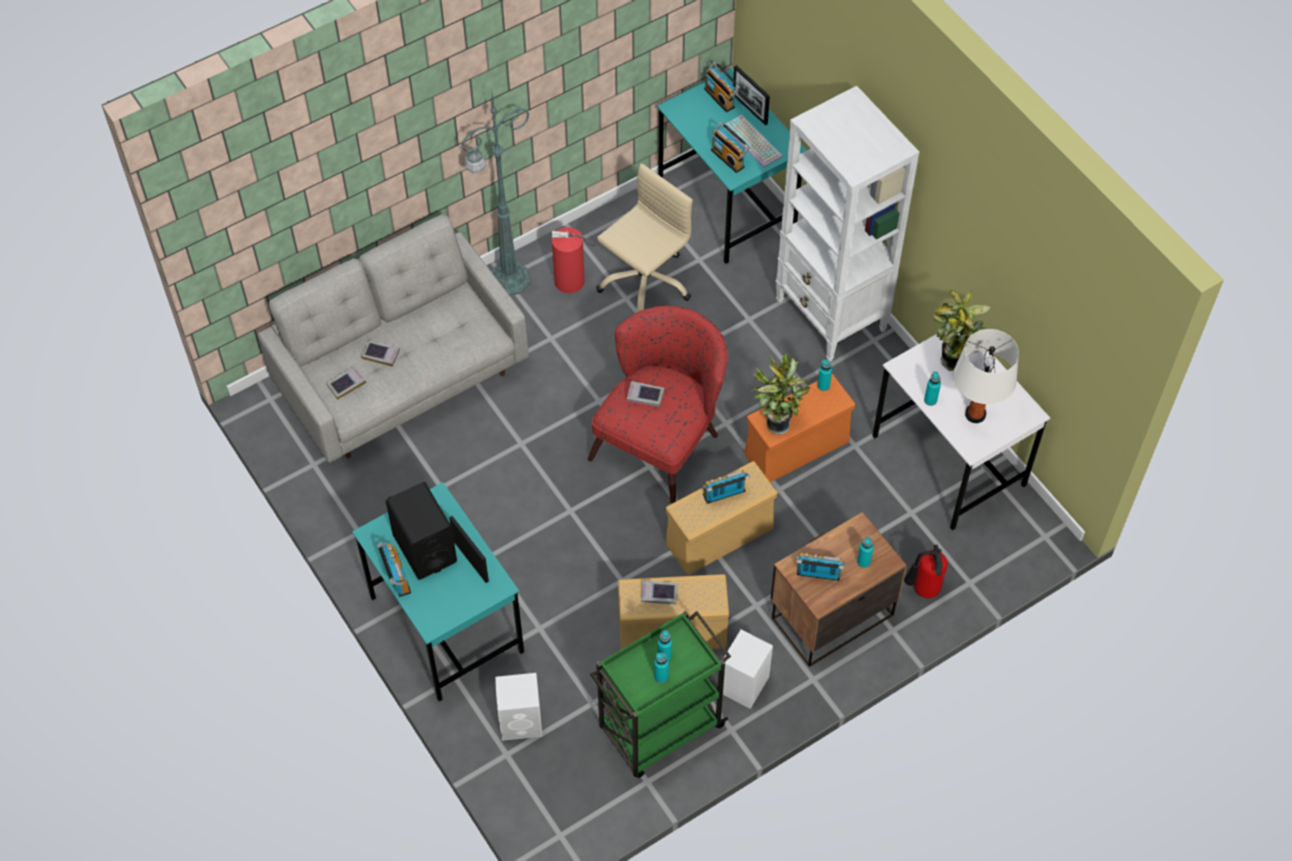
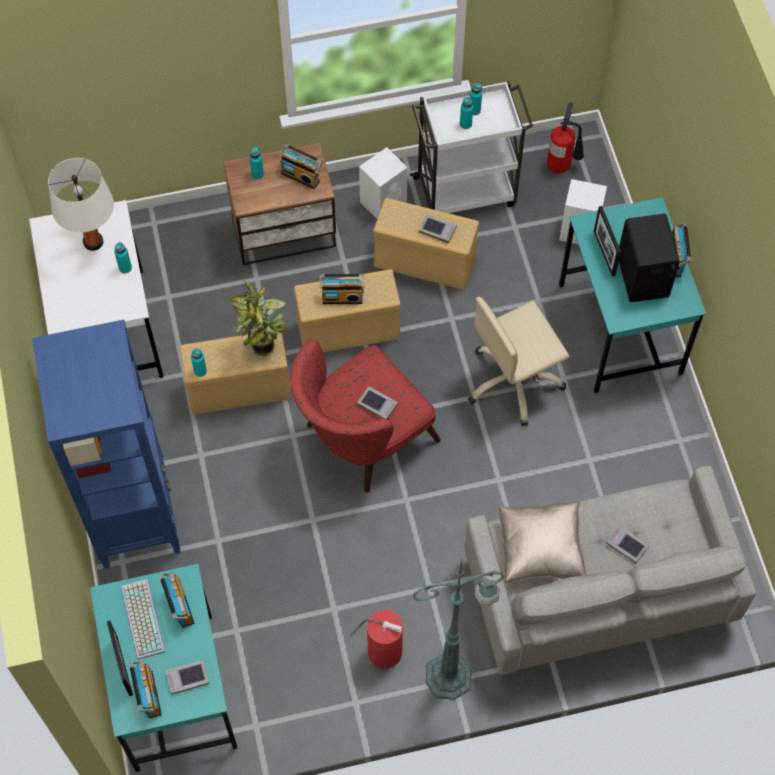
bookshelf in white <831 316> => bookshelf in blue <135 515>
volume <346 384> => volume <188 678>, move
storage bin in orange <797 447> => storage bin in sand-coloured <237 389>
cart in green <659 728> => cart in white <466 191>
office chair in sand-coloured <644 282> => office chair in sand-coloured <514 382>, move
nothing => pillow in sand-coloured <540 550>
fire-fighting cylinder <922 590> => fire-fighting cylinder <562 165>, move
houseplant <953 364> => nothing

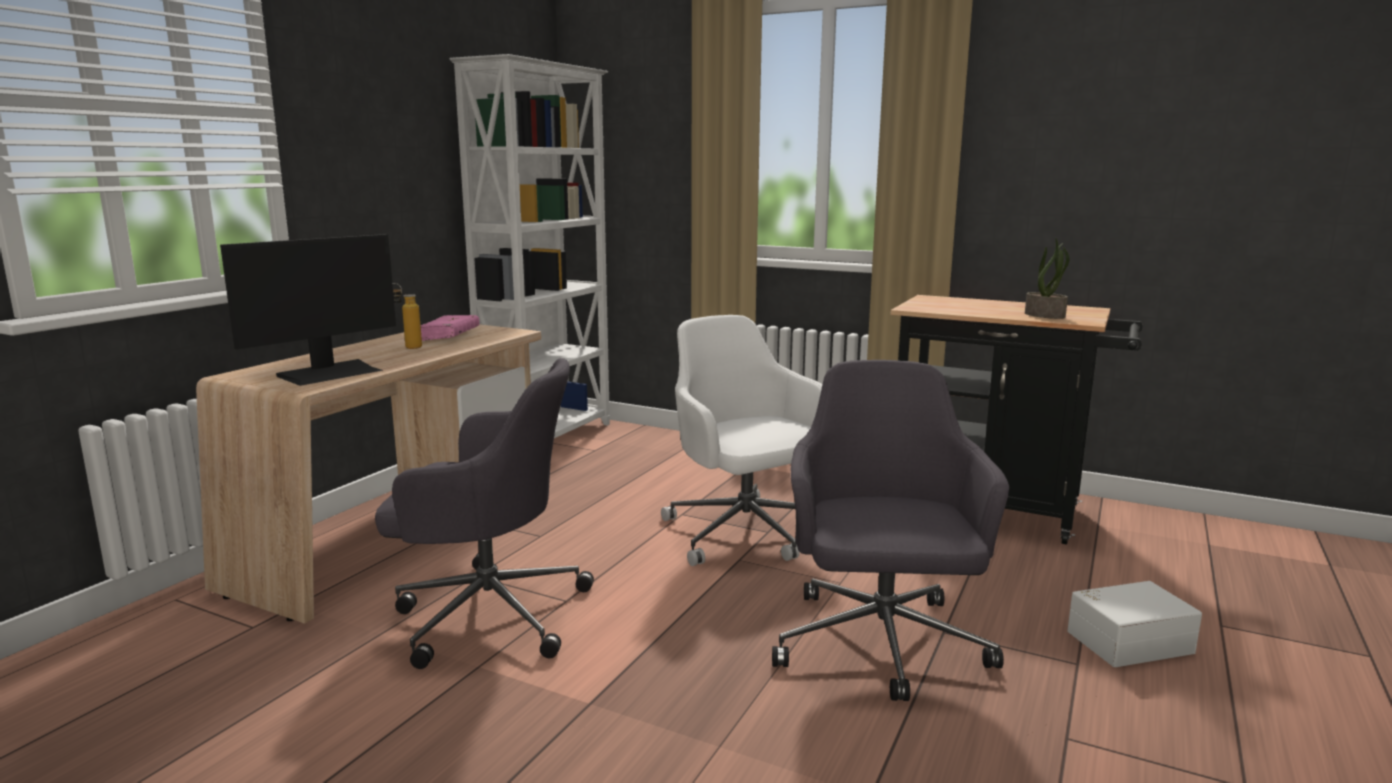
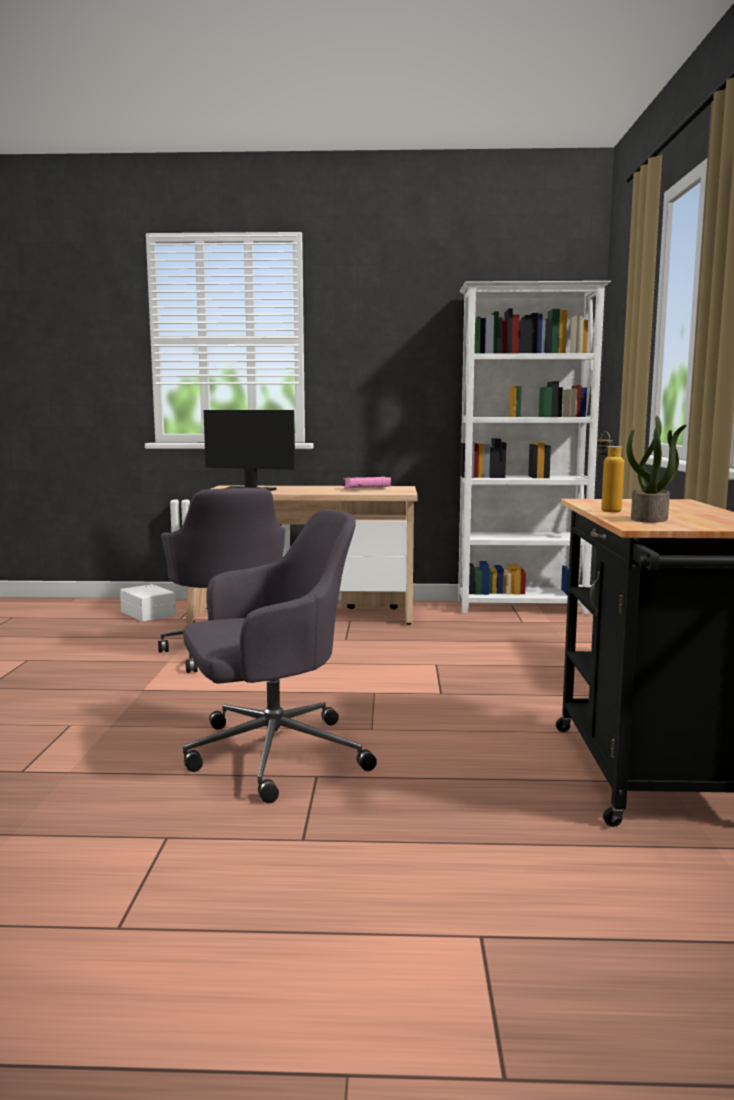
storage bin in white <1127 640> => storage bin in white <149 613>, move
beverage bottle <407 347> => beverage bottle <606 510>, move
office chair in white <746 533> => nothing

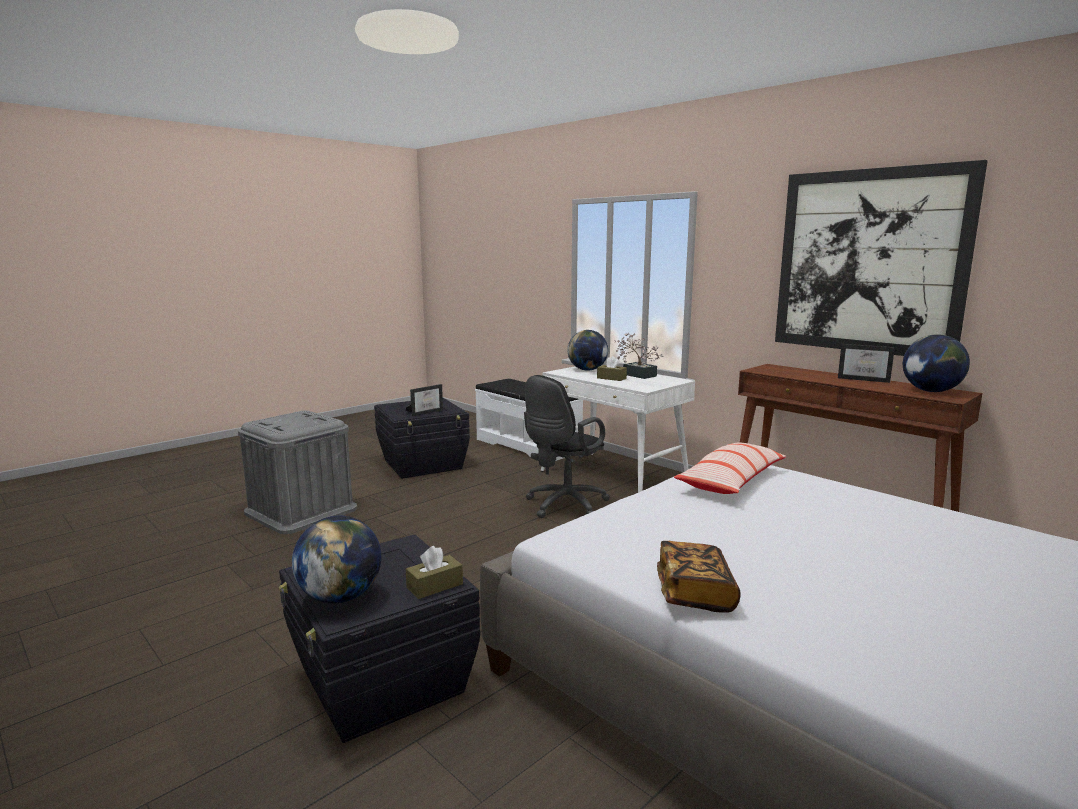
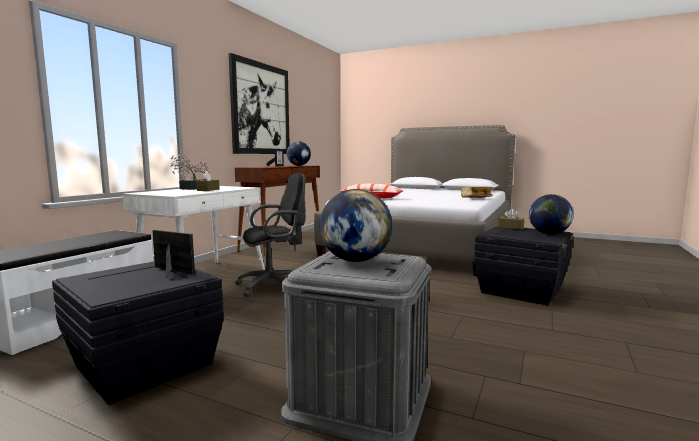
office chair in black-coloured <563 505> => office chair in black-coloured <274 285>, 45 degrees counterclockwise
desk globe <587 370> => desk globe <355 260>, move

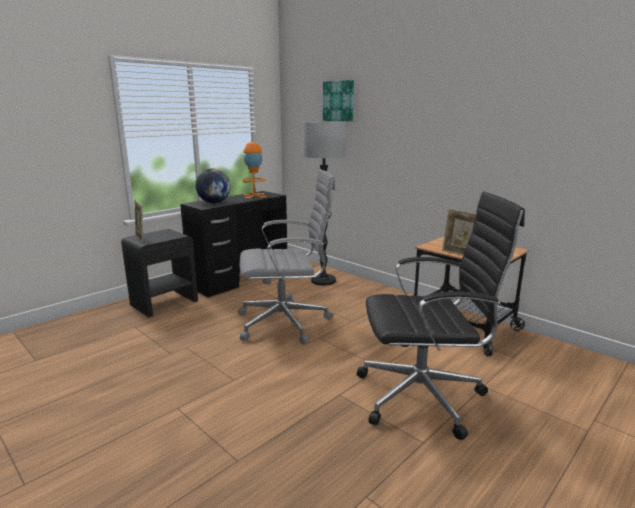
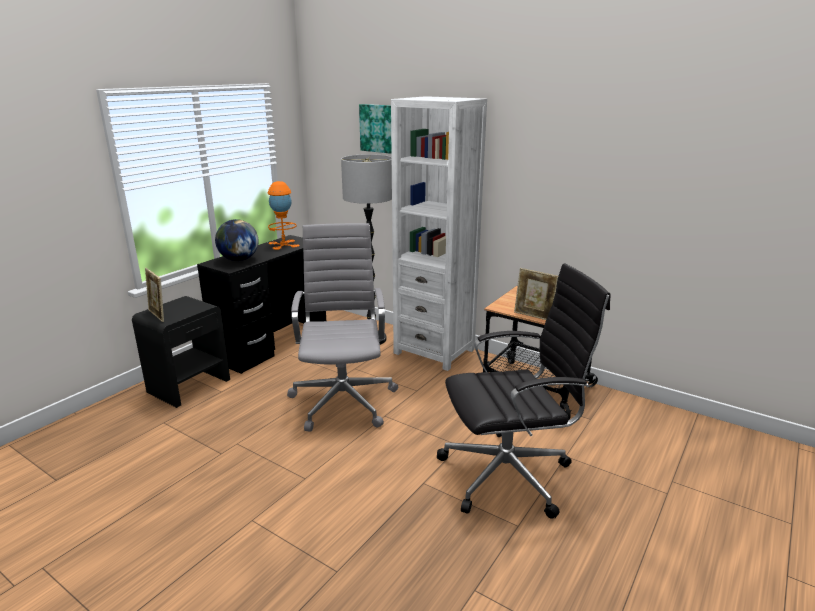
office chair in greyish <286 322> => office chair in greyish <344 399>, 75 degrees counterclockwise
nothing => bookshelf in white <434 351>

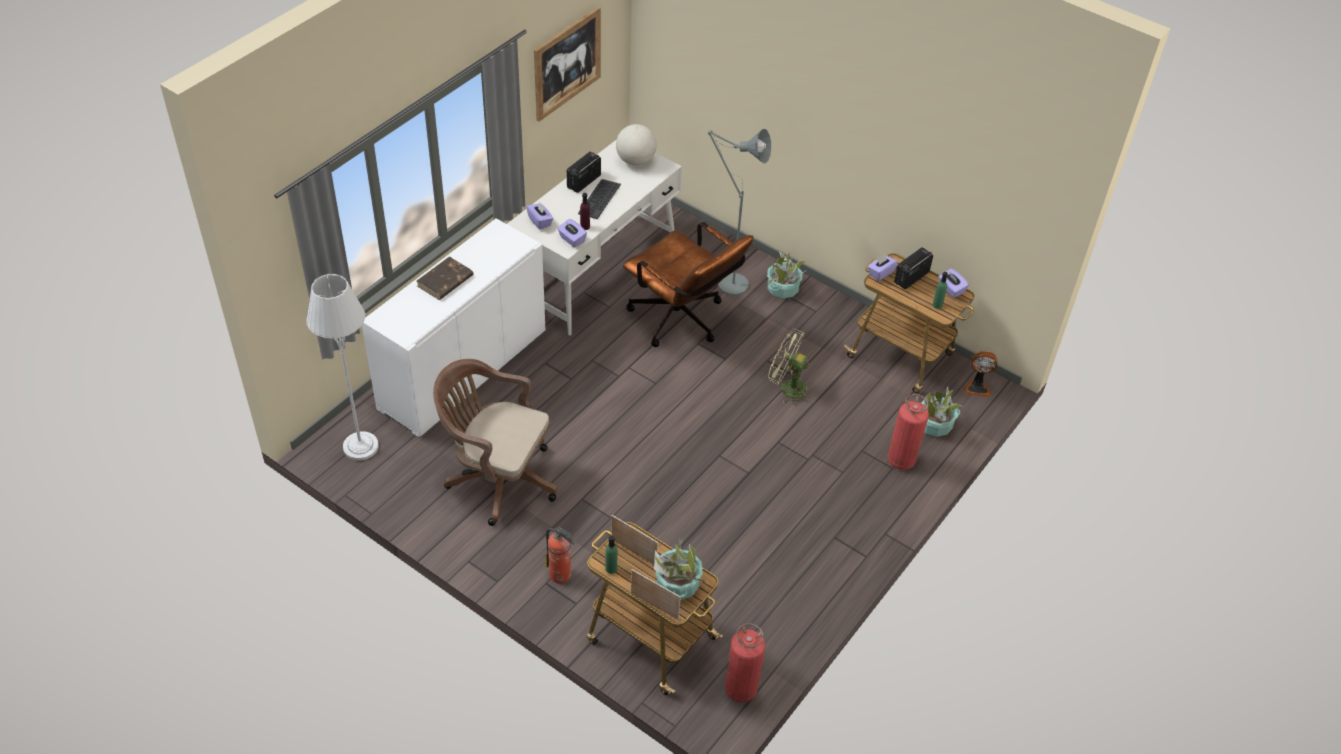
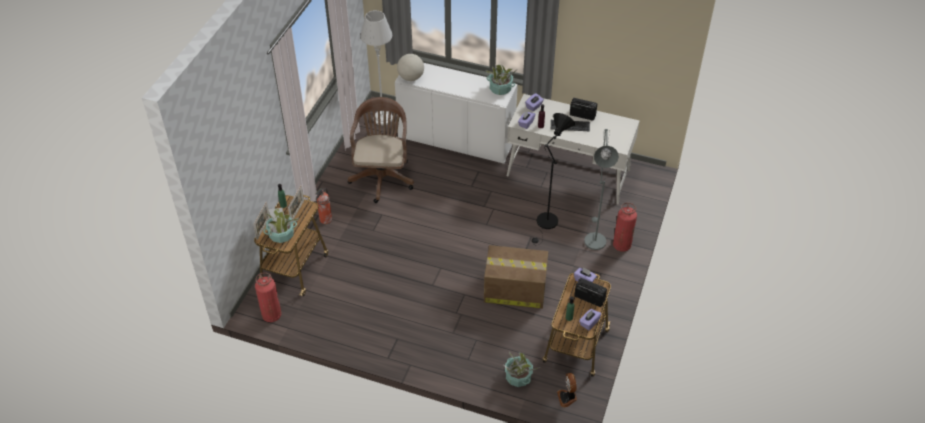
desk globe <635 161> => desk globe <411 77>, move
fan in green <787 388> => carton <514 289>
houseplant <783 289> => houseplant <500 89>, move
office chair in brownish <682 322> => standard lamp in black-coloured <546 224>
fire-fighting cylinder <901 460> => fire-fighting cylinder <621 245>, move
volume in brownish <445 281> => nothing
picture <567 63> => nothing

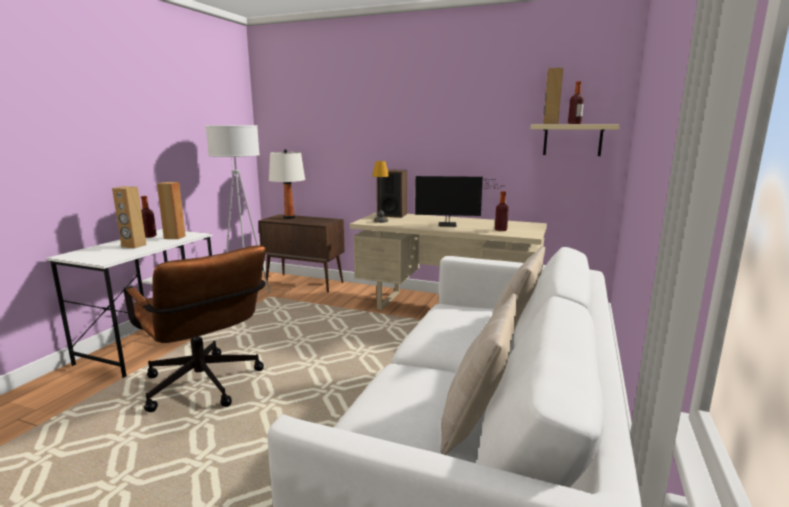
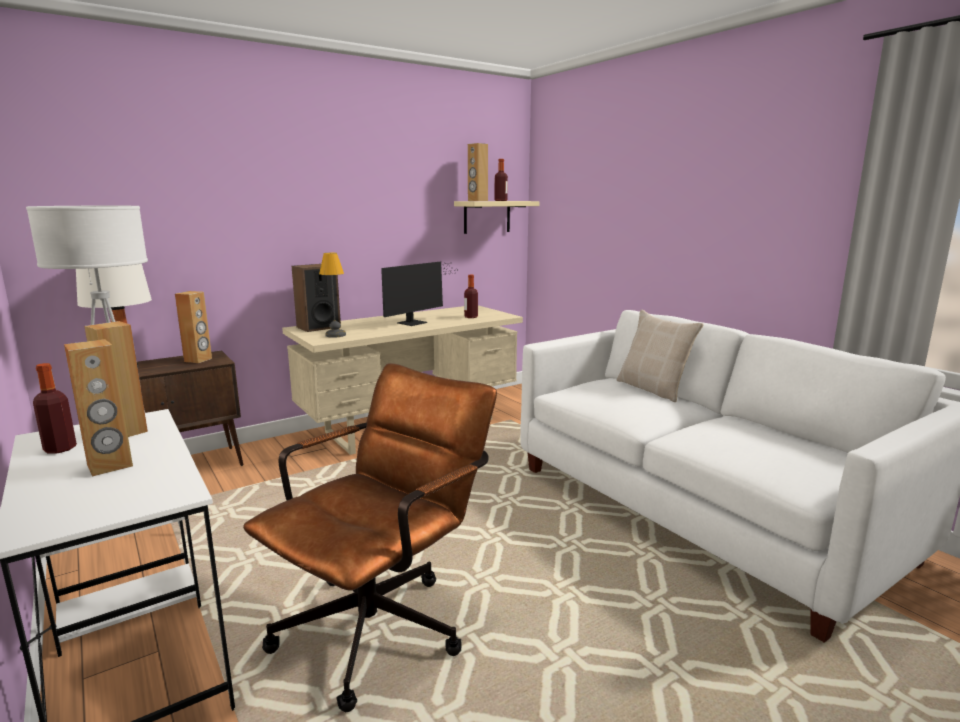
nothing => loudspeaker in brownish <198 360>
office chair in brownish <206 387> => office chair in brownish <383 622>, 45 degrees counterclockwise
pillow in sand-coloured <477 420> => nothing

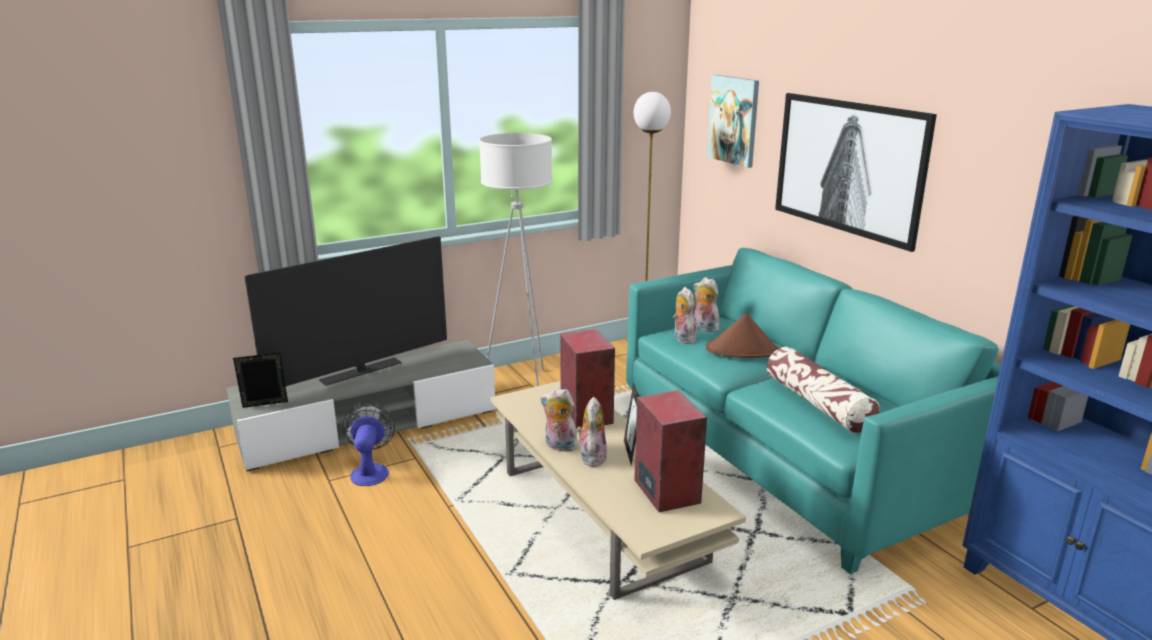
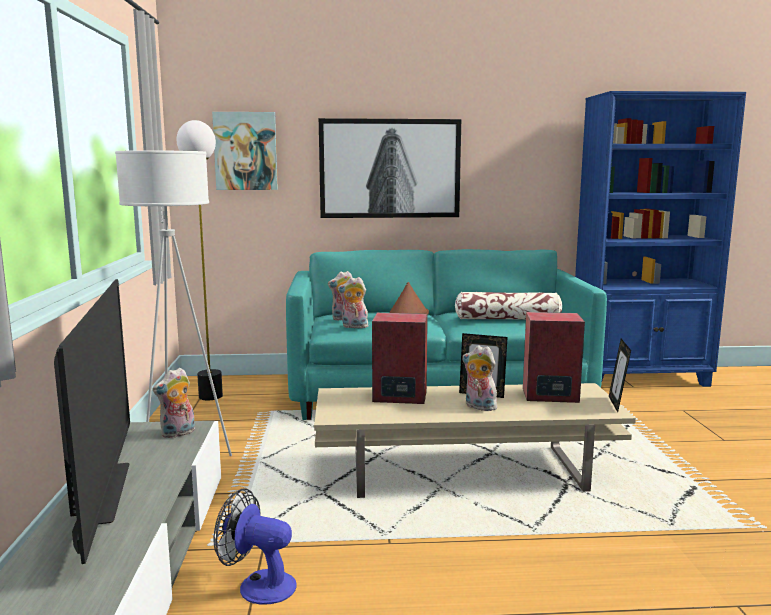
plush toy <559 446> => plush toy <178 434>, move
photo frame <265 406> => photo frame <617 404>, move

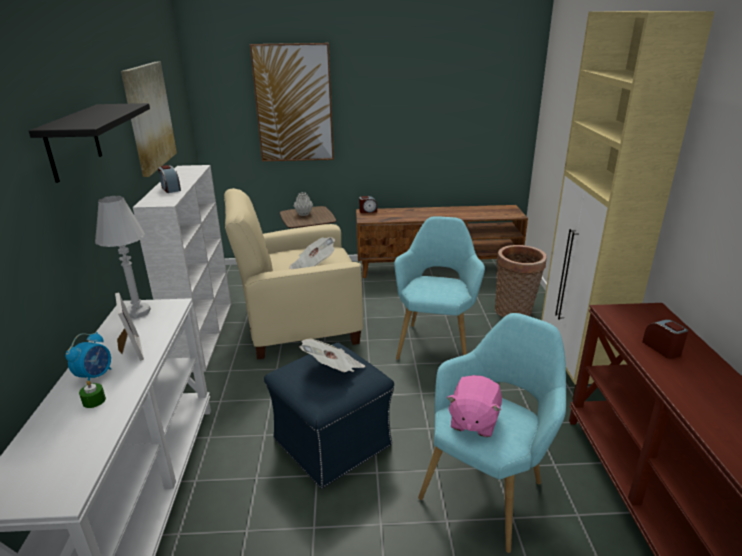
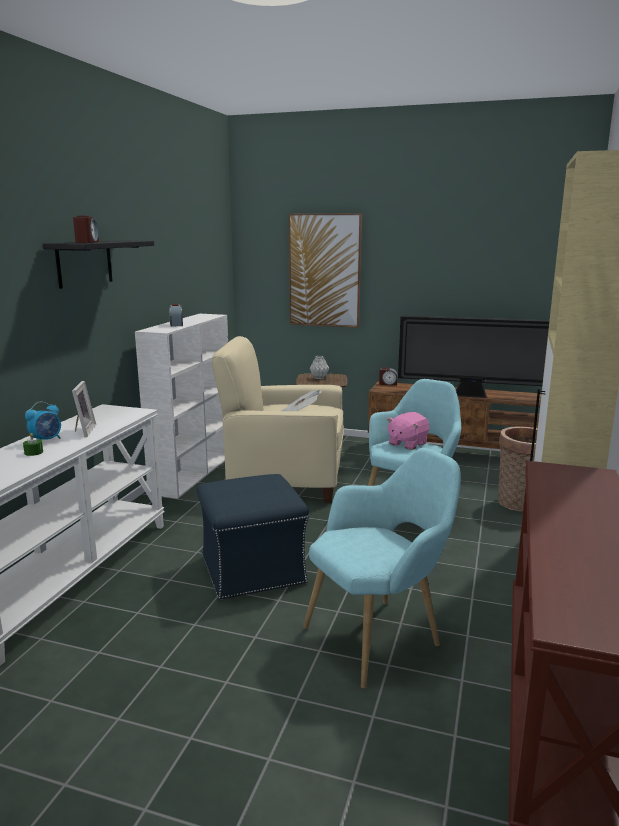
table clock <662 348> => table clock <87 242>, move
plush toy in pinkish <473 421> => plush toy in pinkish <407 444>, move
nothing => TV <472 395>
lamp for a table in white <138 312> => nothing
picture <149 117> => nothing
printed paper <333 369> => nothing

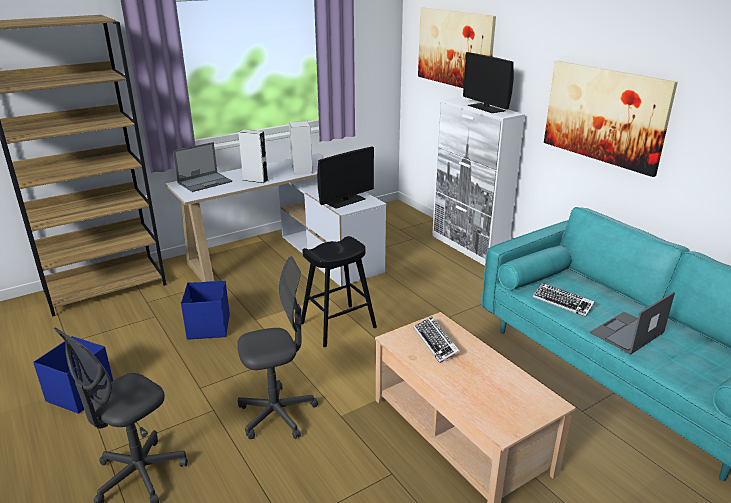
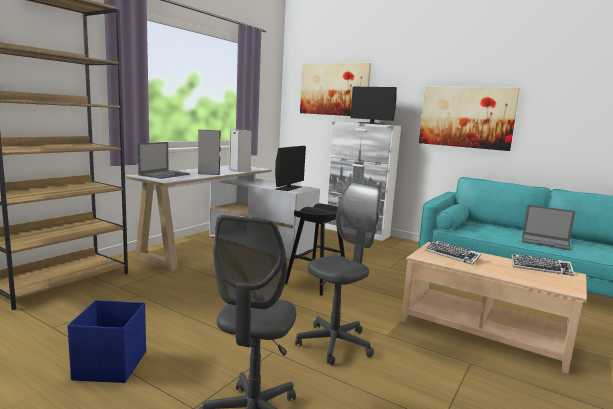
keyboard <562 302> => keyboard <540 268>, move
notebook computer <626 333> => notebook computer <546 242>, 90 degrees counterclockwise
storage bin in blue <208 327> => nothing

